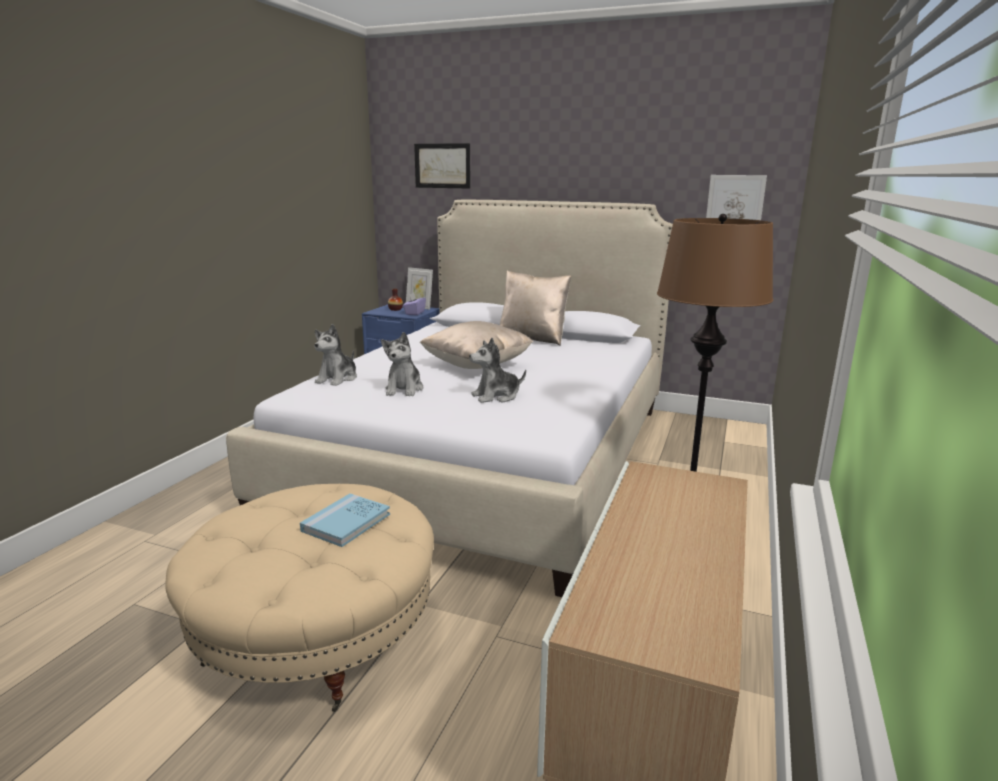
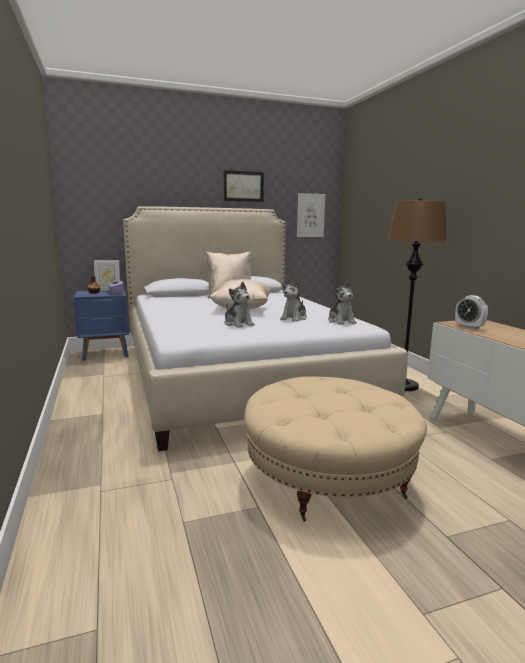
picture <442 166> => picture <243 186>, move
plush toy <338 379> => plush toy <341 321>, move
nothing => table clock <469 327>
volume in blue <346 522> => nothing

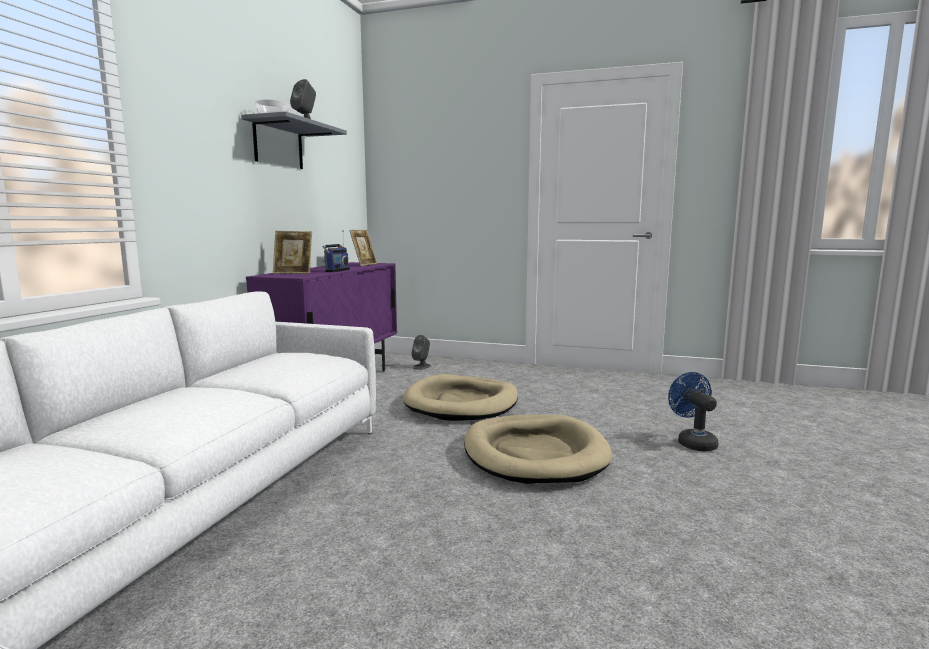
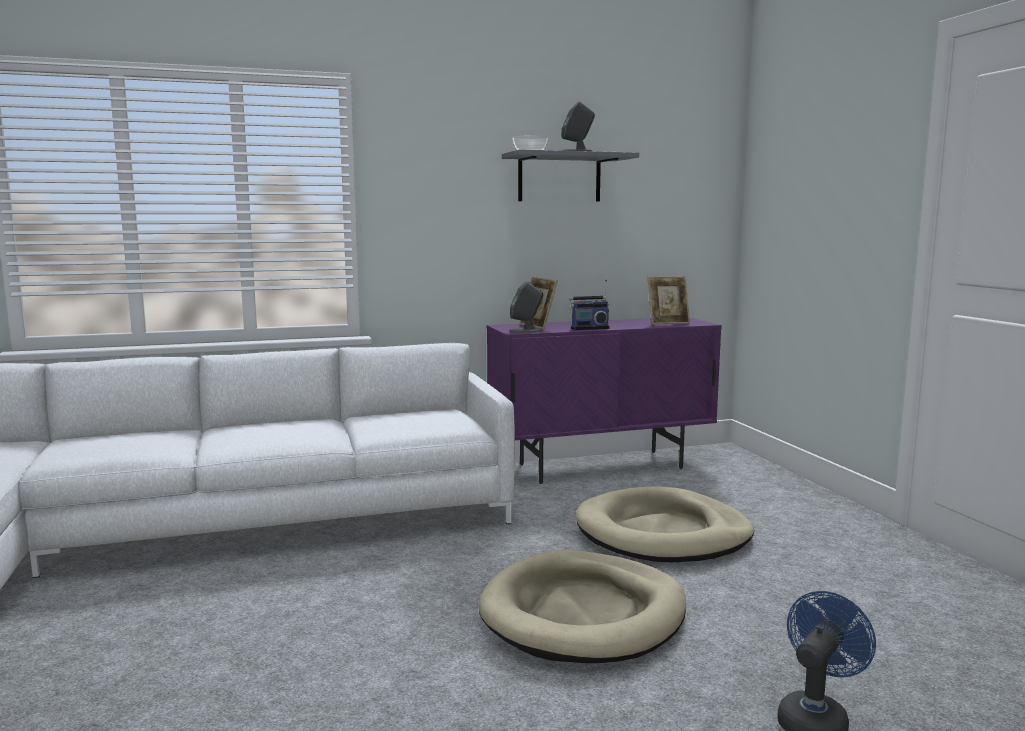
loudspeaker in greyish <421 366> => loudspeaker in greyish <526 331>, move

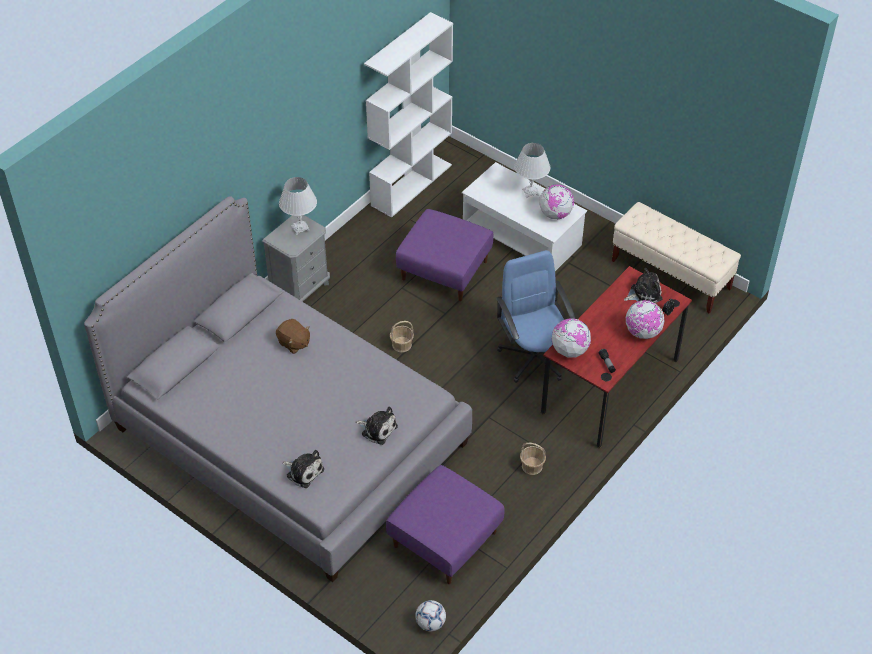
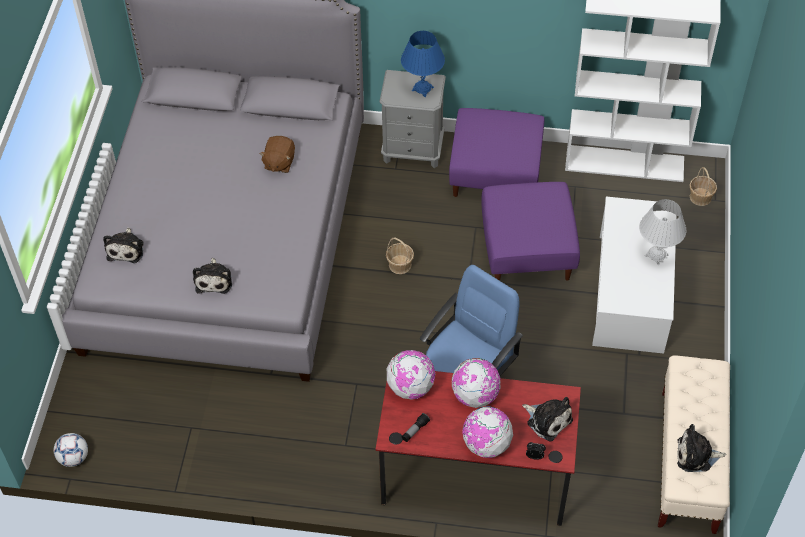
lamp for a table in white <300 228> => lamp for a table in blue <422 89>
ottoman in purple-coloured <444 539> => ottoman in purple-coloured <495 172>, move
desk globe <555 214> => desk globe <475 395>, move
nothing => plush toy <696 455>
storage basket <532 466> => storage basket <700 197>, move

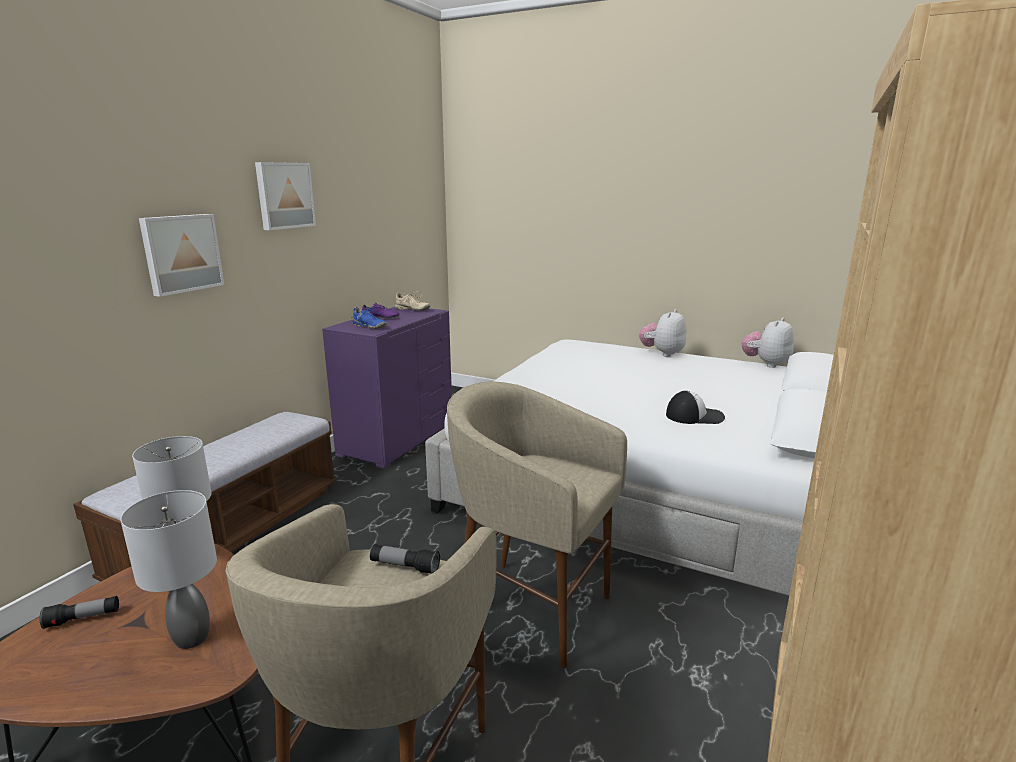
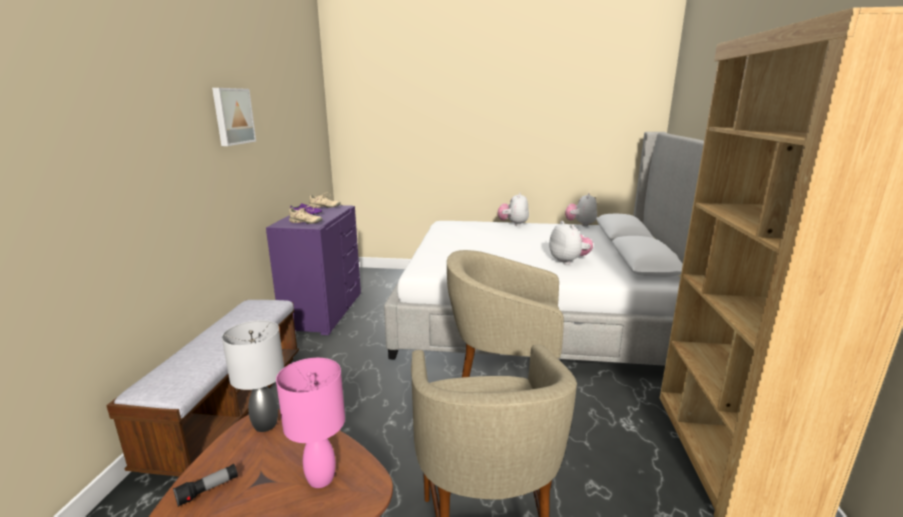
lamp for a table in greyish <193 638> => lamp for a table in pinkish <322 478>
shoe in blue <369 327> => shoe in sand-coloured <305 222>
baseball cap <694 416> => plush toy <568 261>
picture <181 253> => nothing
hand torch <405 567> => nothing

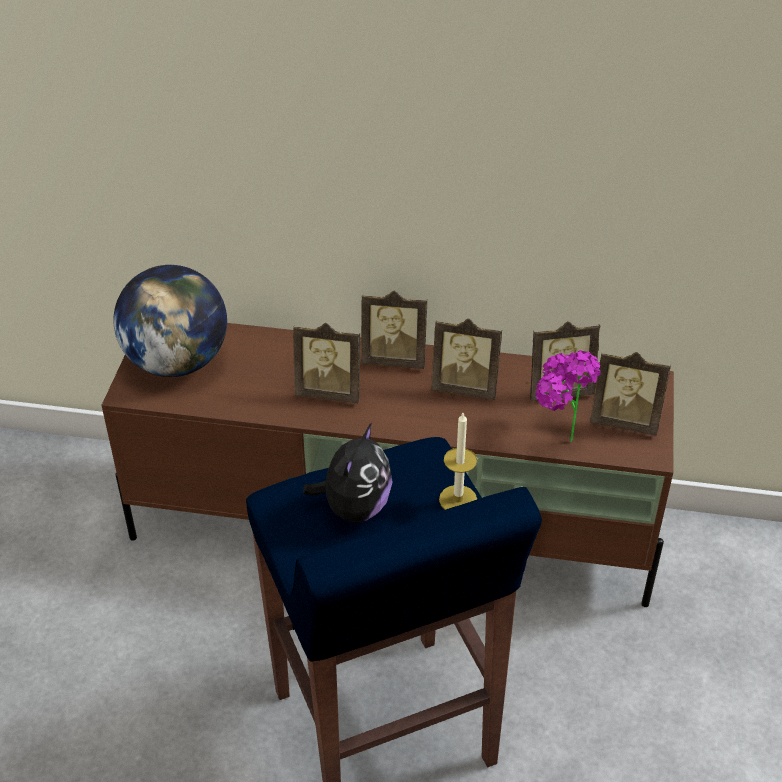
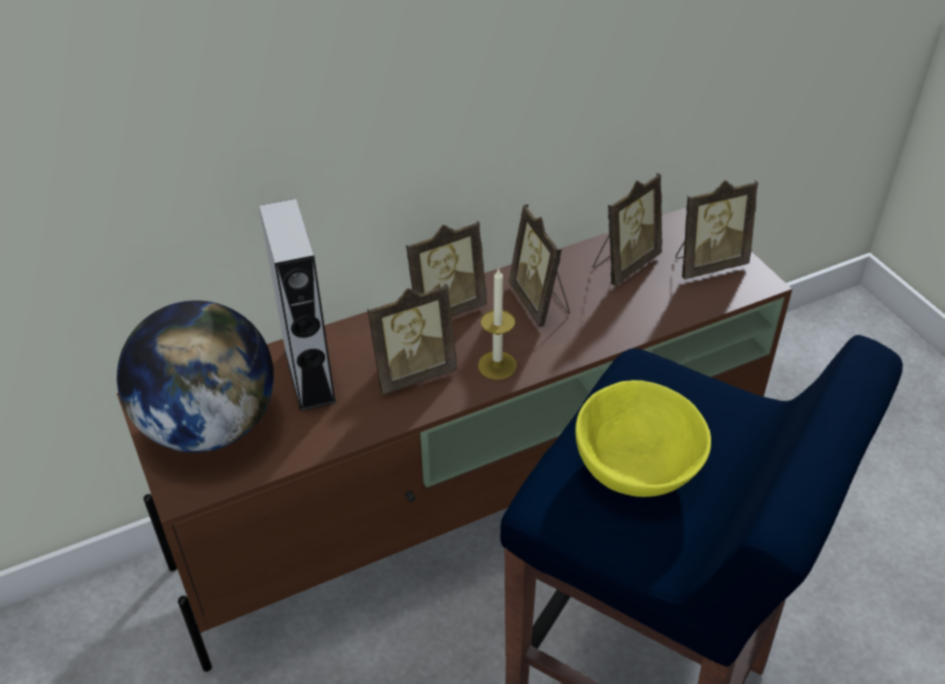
nothing => loudspeaker in greyish <309 375>
wax light <458 499> => wax light <497 365>, move
photo frame <465 387> => photo frame <540 302>, 90 degrees clockwise
plush toy <354 507> => serving bowl in yellow-coloured <634 465>
houseplant <556 440> => nothing

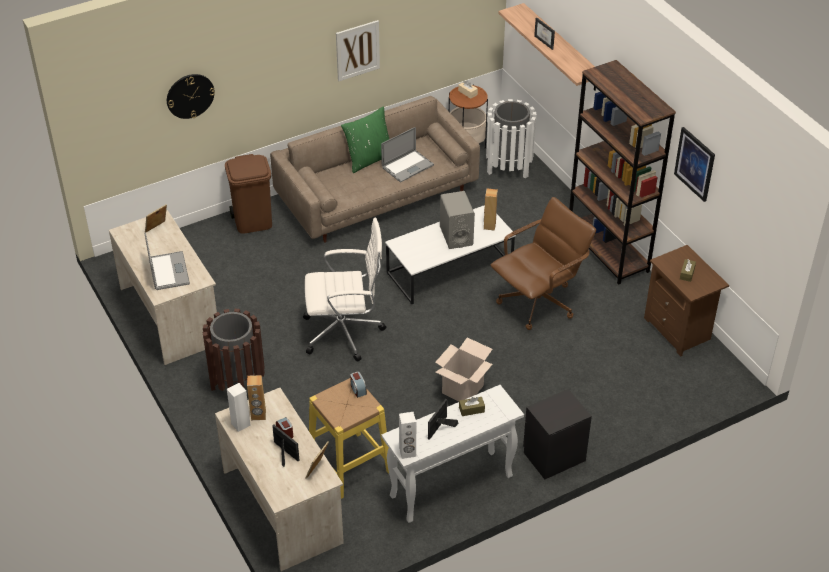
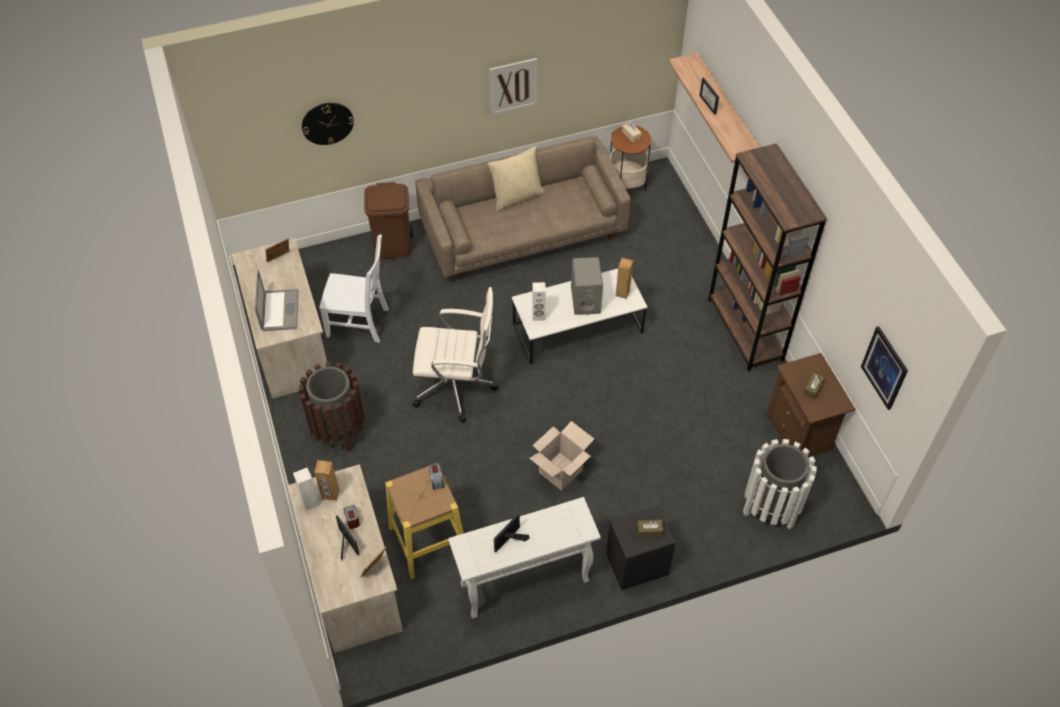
nothing => chair in white <360 323>
pillow in green <369 159> => pillow in sand-coloured <517 197>
loudspeaker in white <407 452> => loudspeaker in white <538 316>, move
tissue holder in brownish <471 409> => tissue holder in brownish <649 530>, move
waste bin in white <508 167> => waste bin in white <771 507>, move
picture <695 164> => picture <884 368>, move
notebook computer <407 166> => nothing
office chair in brownish <538 303> => nothing

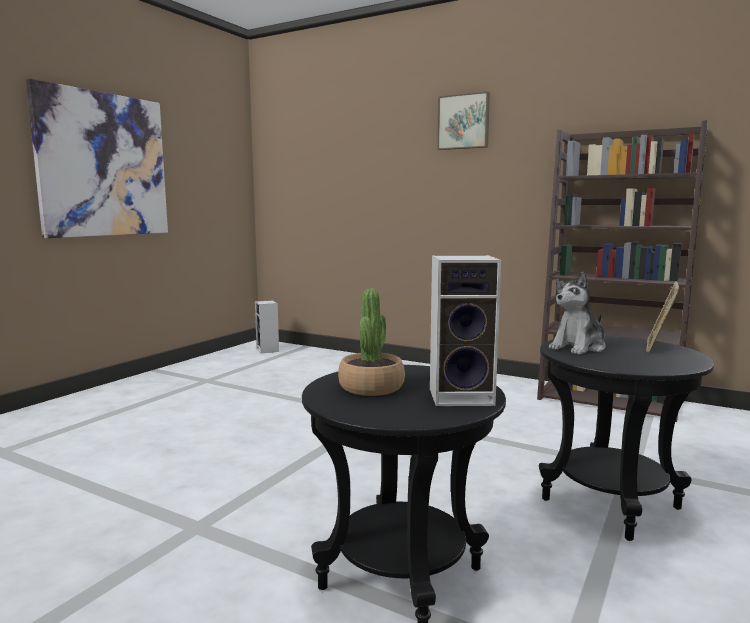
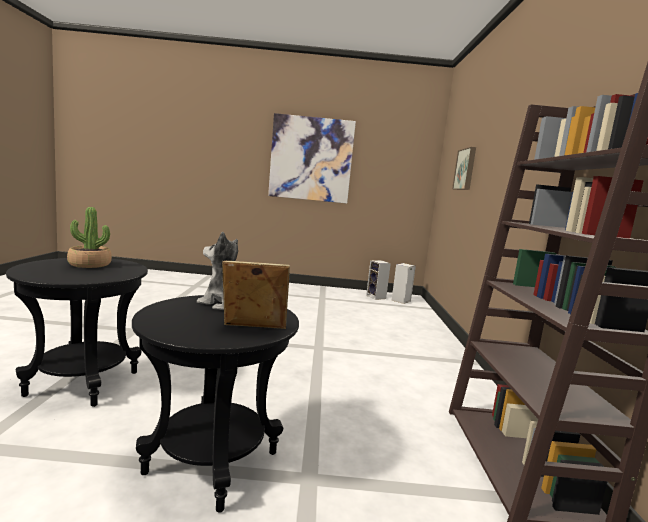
loudspeaker <463 396> => loudspeaker <376 297>, move
picture <464 122> => picture <465 169>, move

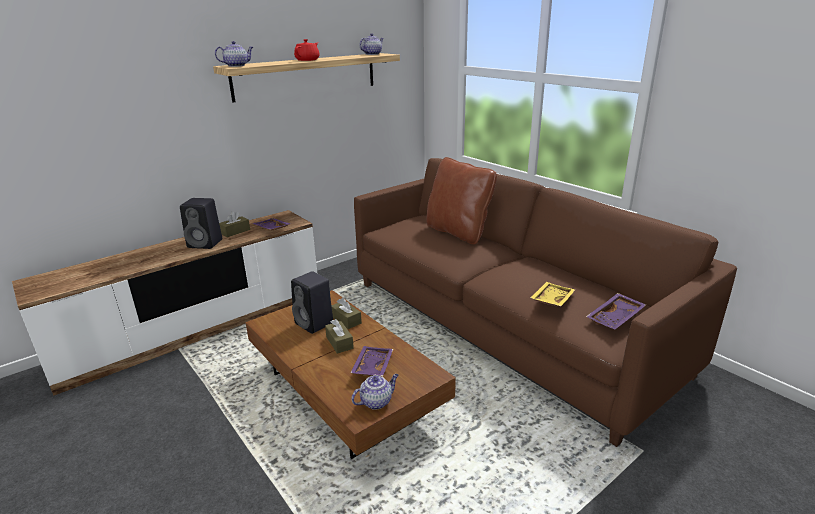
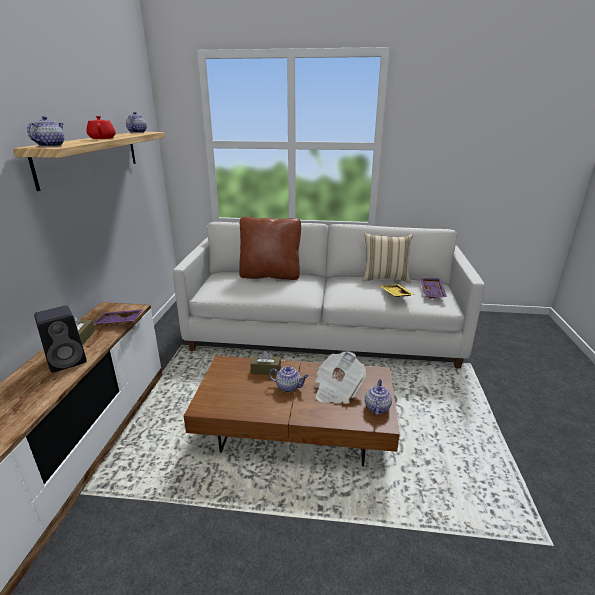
sofa in brownish <505 325> => sofa in white <324 333>
tissue holder in brownish <339 342> => pot for tea <289 387>
tray in purple-coloured <371 367> => printed paper <337 389>
nothing => pillow in sand-coloured <385 278>
loudspeaker in black-coloured <315 323> => nothing

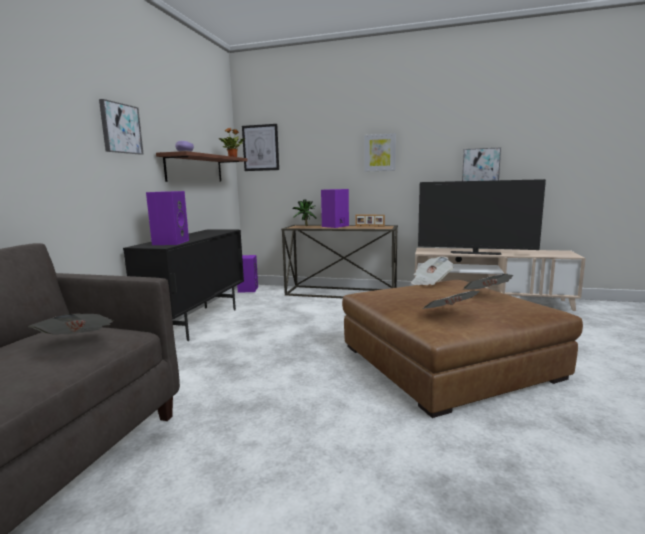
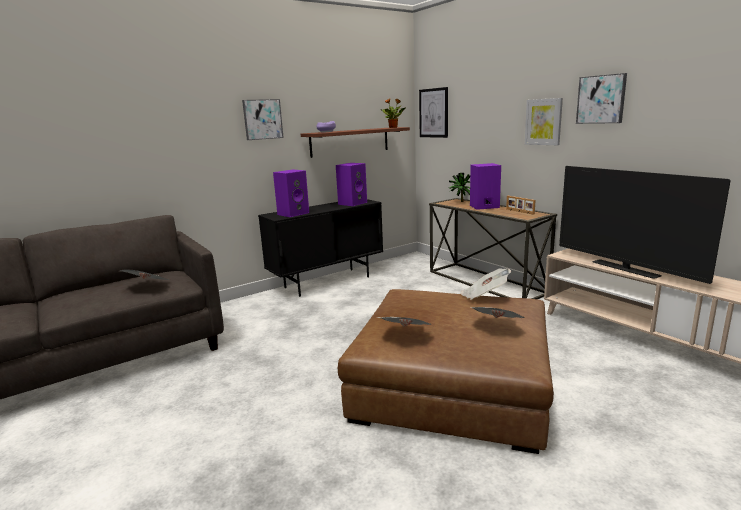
loudspeaker in purple-coloured <247 289> => loudspeaker in purple-coloured <352 203>, move
picture <480 166> => picture <601 99>, move

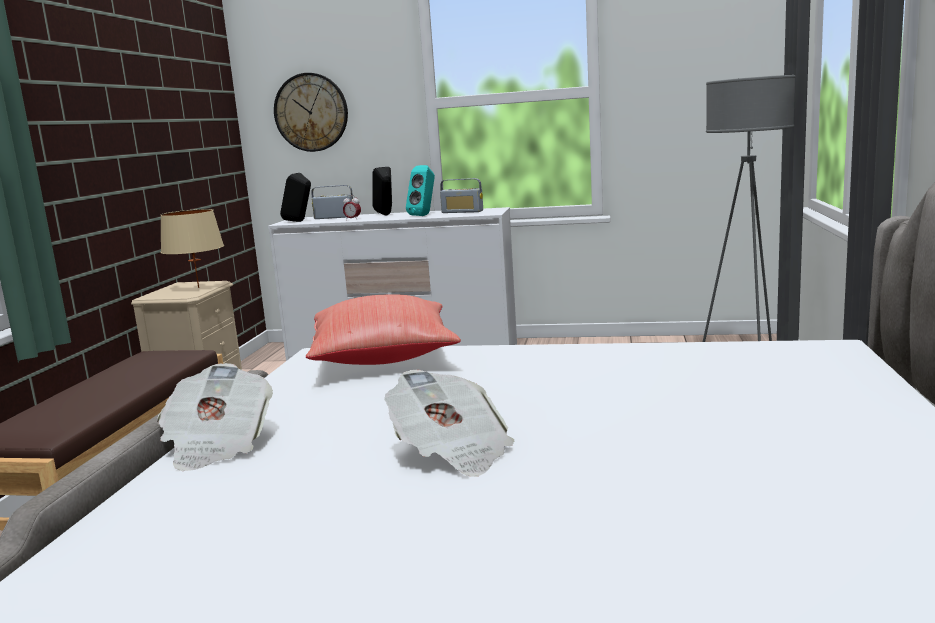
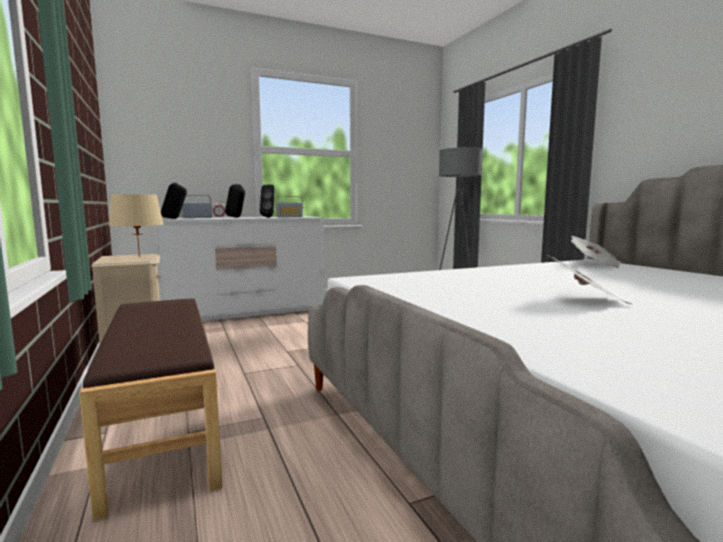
loudspeaker in blue-green <424 215> => loudspeaker in black-coloured <269 217>
printed paper <217 445> => printed paper <595 265>, move
clock on the wall <311 112> => nothing
pillow in red-coloured <384 358> => nothing

